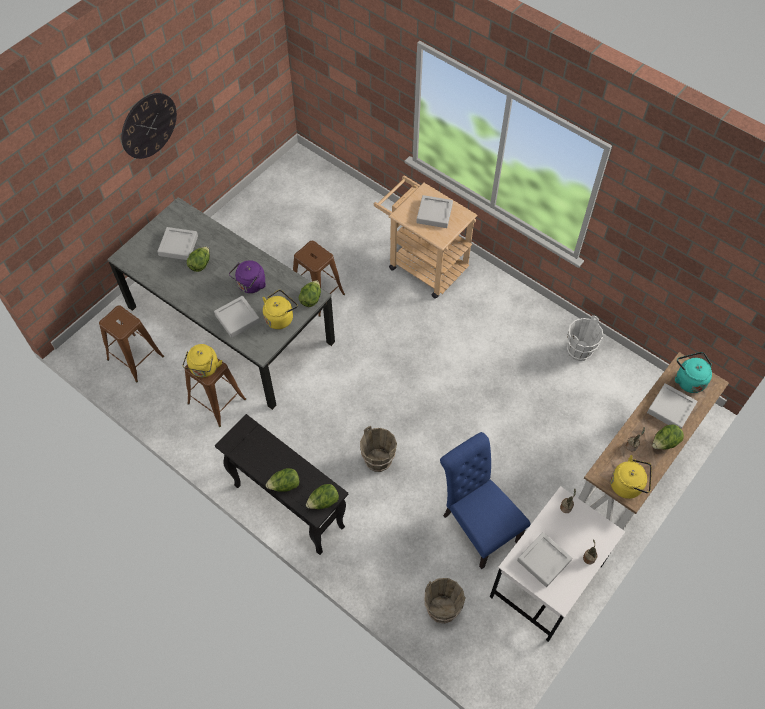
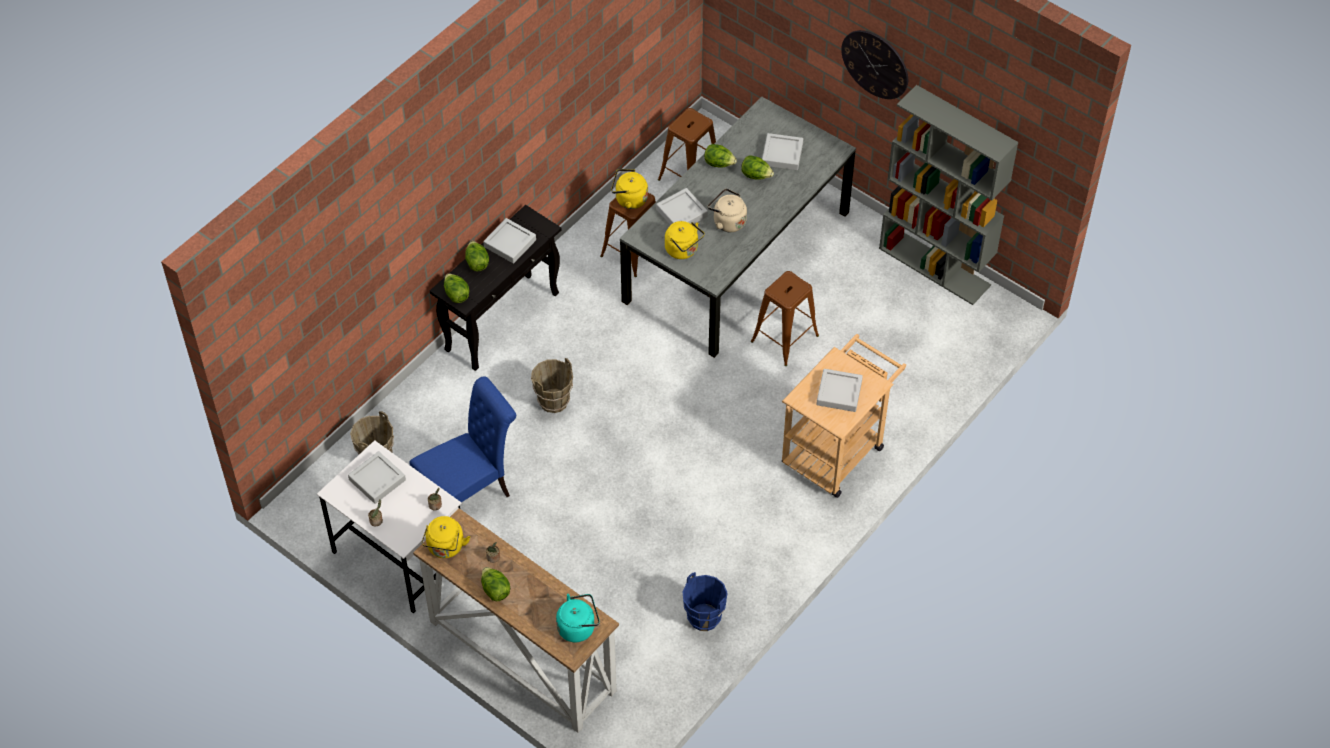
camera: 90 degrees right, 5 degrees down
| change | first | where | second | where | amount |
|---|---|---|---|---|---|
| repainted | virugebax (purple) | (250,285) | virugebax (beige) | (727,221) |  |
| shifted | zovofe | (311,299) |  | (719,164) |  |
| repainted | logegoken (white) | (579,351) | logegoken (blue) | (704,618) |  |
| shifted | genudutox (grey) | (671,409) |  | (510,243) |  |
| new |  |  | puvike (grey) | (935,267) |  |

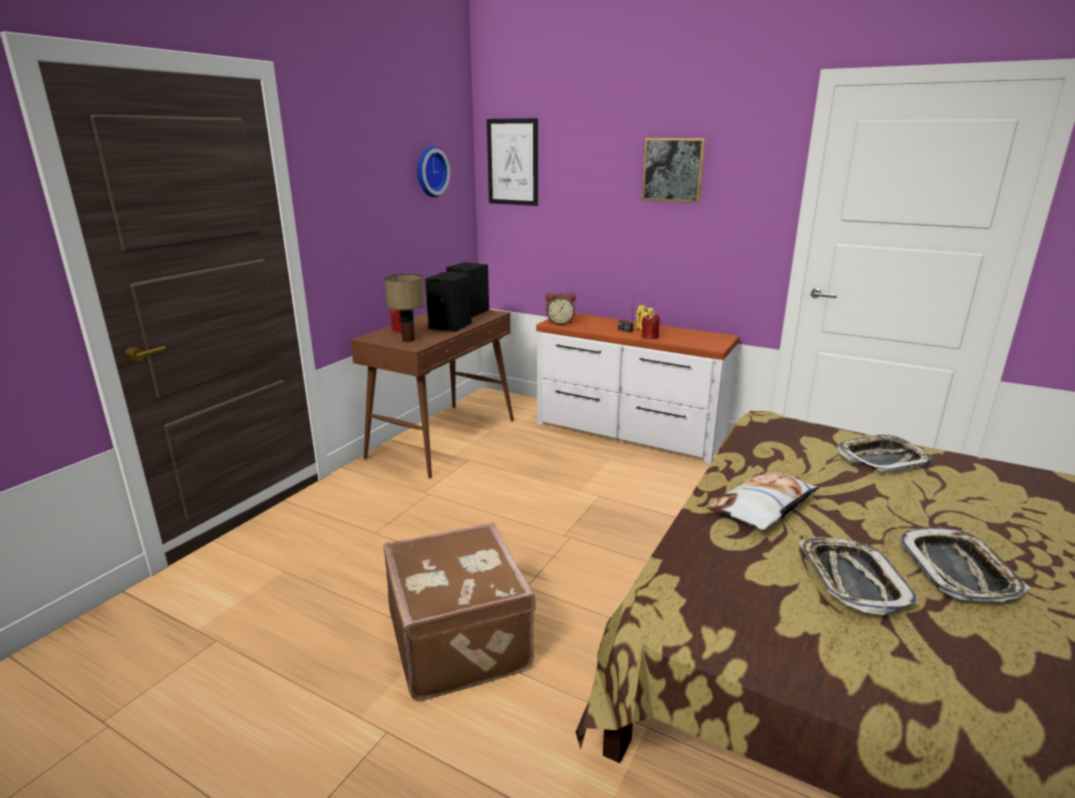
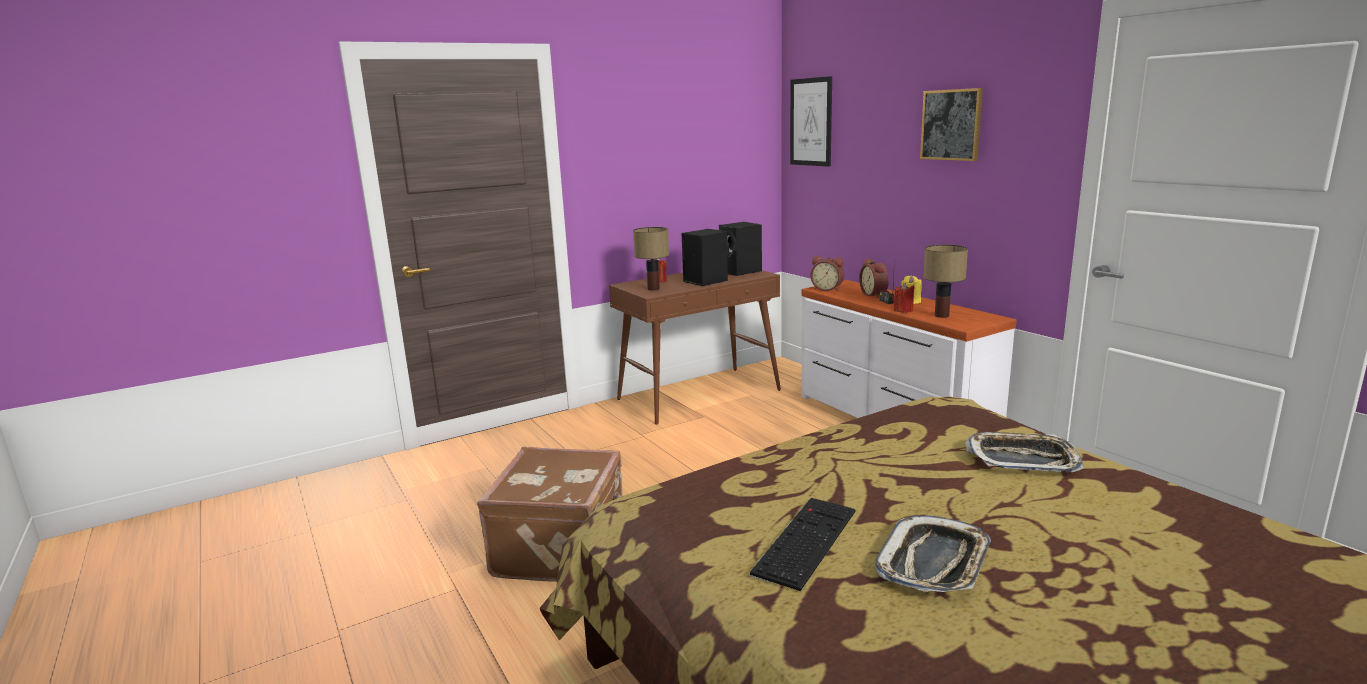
camera: 30 degrees right, 5 degrees down
| change | first | where | second | where | amount |
|---|---|---|---|---|---|
| gone | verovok | (429,171) |  |  |  |
| gone | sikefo | (763,507) |  |  |  |
| swapped | genudutox | (852,580) | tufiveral | (804,540) |  |
| new |  |  | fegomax | (942,316) |  |
| new |  |  | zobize | (875,295) |  |

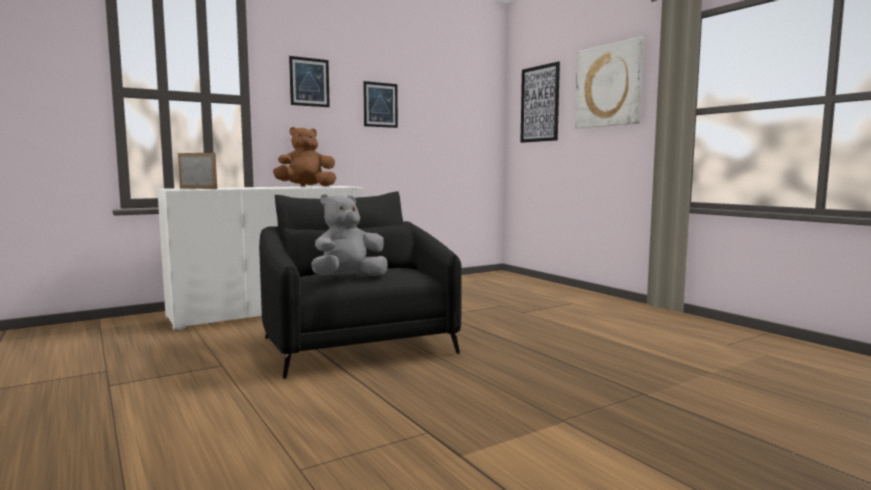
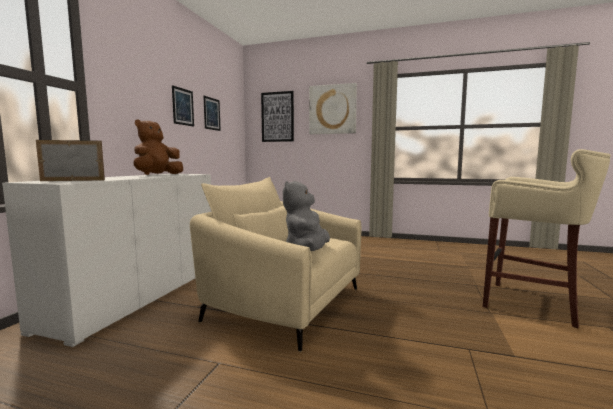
camera: 40 degrees left, 0 degrees up
| change | first | where | second | where | amount |
|---|---|---|---|---|---|
| shifted | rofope | (309,82) |  | (212,114) |  |
| repainted | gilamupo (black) | (358,344) | gilamupo (beige) | (285,303) |  |
| new |  |  | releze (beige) | (533,304) |  |

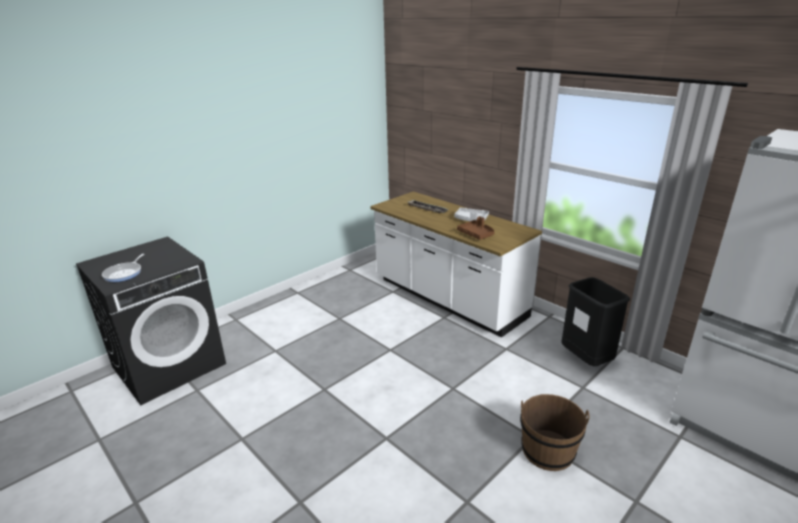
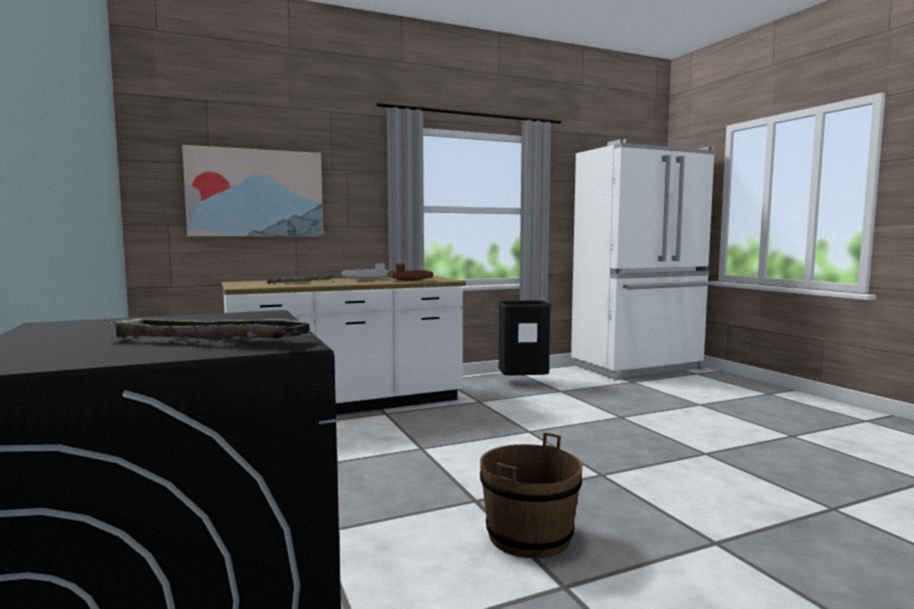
camera: 70 degrees left, 20 degrees down
| change | first | where | second | where | amount |
|---|---|---|---|---|---|
| swapped | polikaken | (124,273) | genudutox | (211,339) |  |
| shifted | logegoken (brown) | (547,450) |  | (529,535) |  |
| new |  |  | rofope | (256,193) |  |

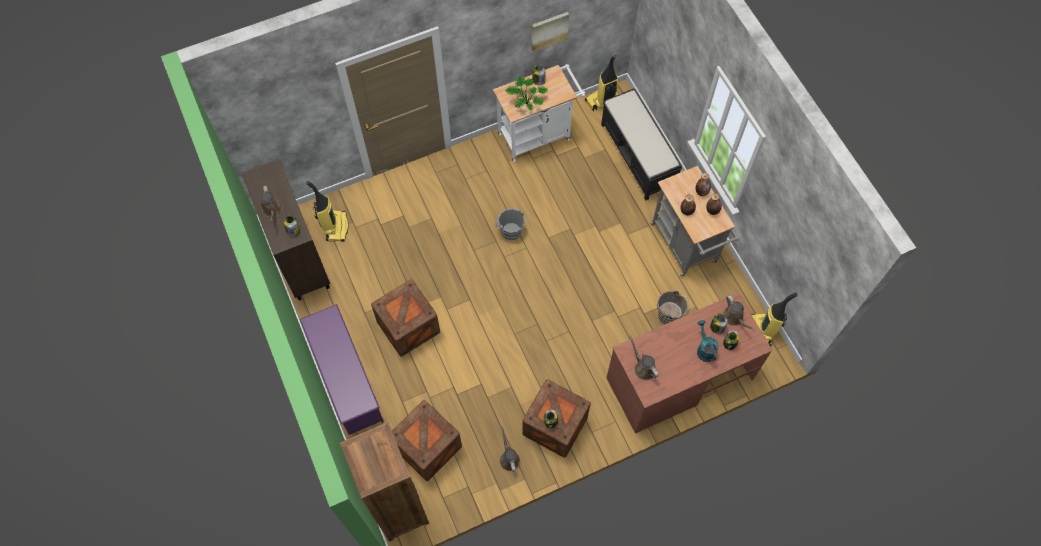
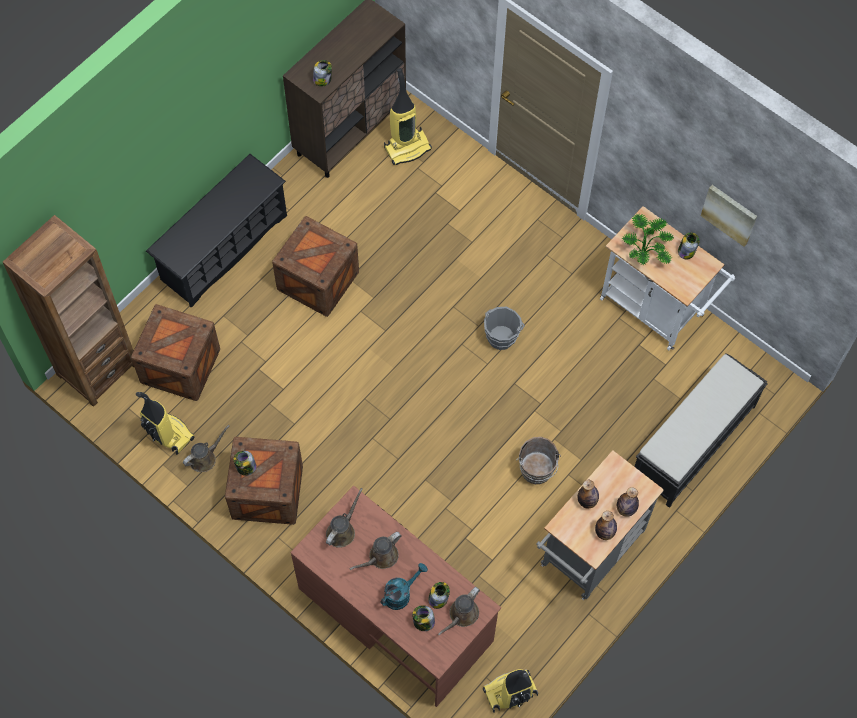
camera: 65 degrees right, 0 degrees up
| change | first | where | second | where | amount |
|---|---|---|---|---|---|
| shifted | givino | (602,100) |  | (168,434) |  |
| shifted | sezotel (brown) | (272,210) |  | (381,557) |  |
| shifted | logegoken (brown) | (671,315) |  | (536,472) |  |
| repainted | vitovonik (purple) | (347,380) | vitovonik (black) | (223,248) |  |

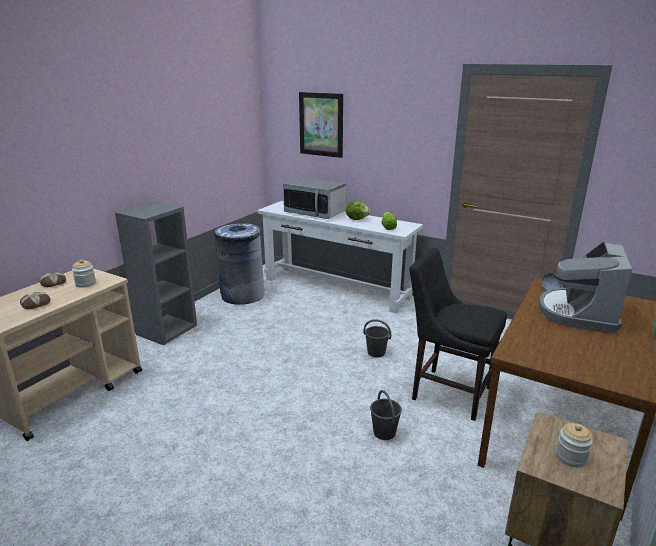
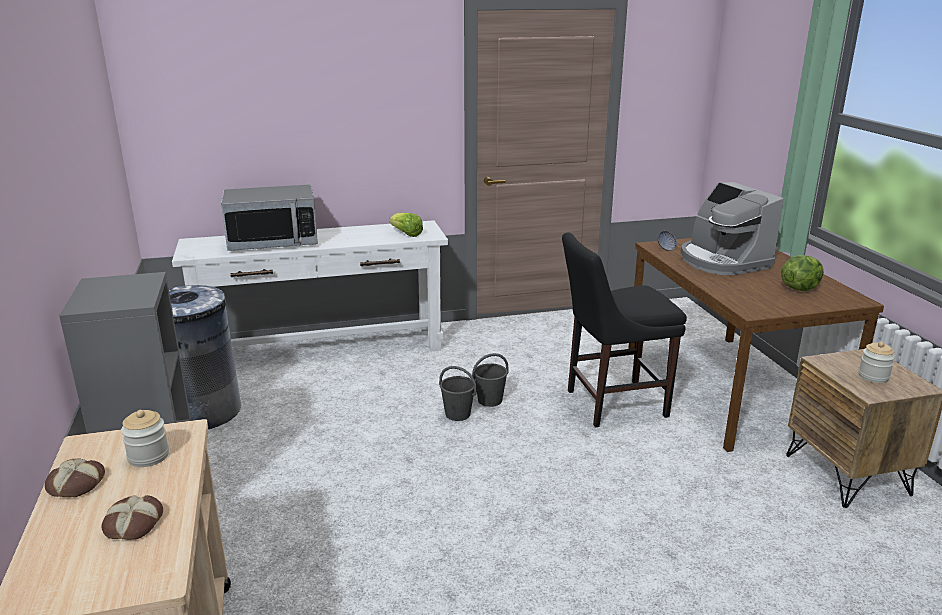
camera: 45 degrees left, 0 degrees up
| change | first | where | second | where | amount |
|---|---|---|---|---|---|
| gone | rofope | (321,124) |  |  |  |
| shifted | zovofe | (357,219) |  | (799,288) |  |
| shifted | logegoken (grey) | (384,432) |  | (457,414) |  |

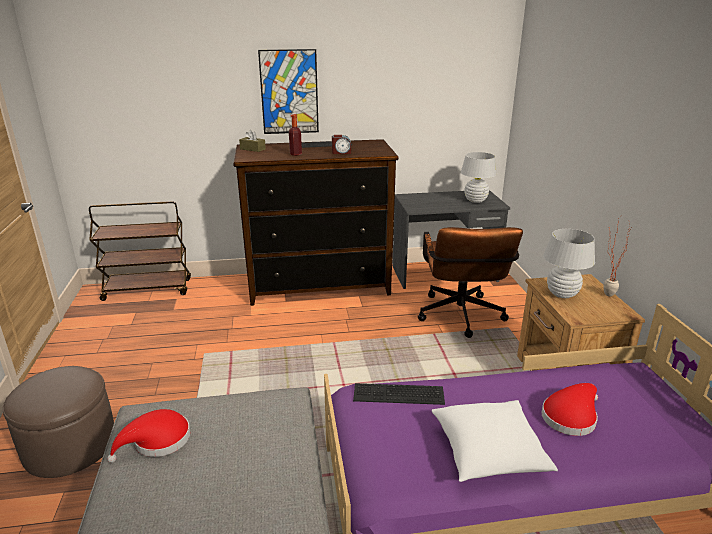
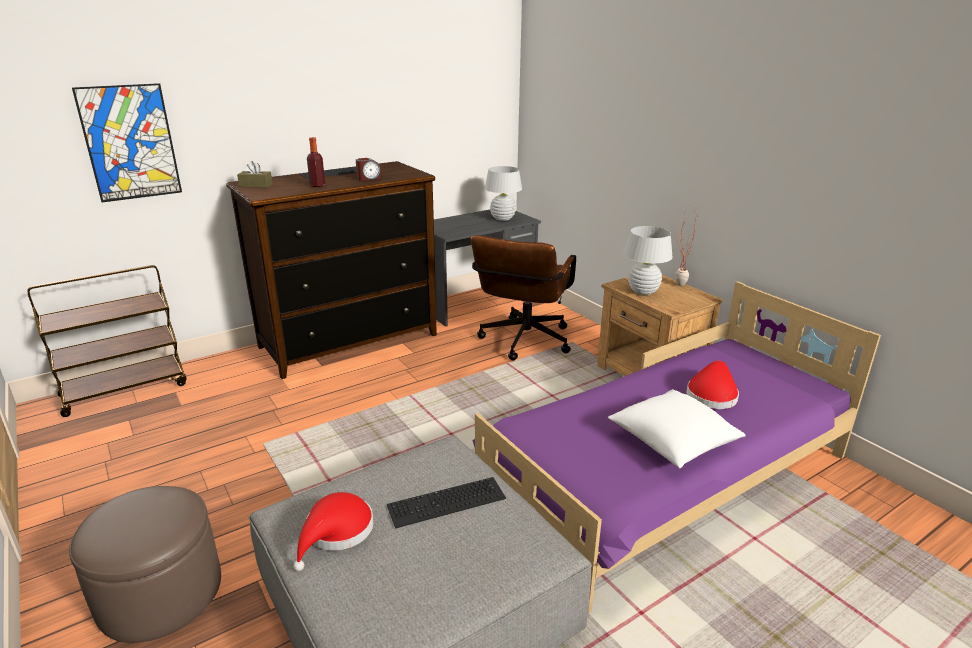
camera: 25 degrees left, 0 degrees up
| change | first | where | second | where | amount |
|---|---|---|---|---|---|
| shifted | rofope | (289,92) |  | (130,143) |  |
| rotated | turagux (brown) | (461,318) |  | (523,343) | 45 degrees clockwise |
| shifted | tufiveral | (397,395) |  | (446,503) |  |

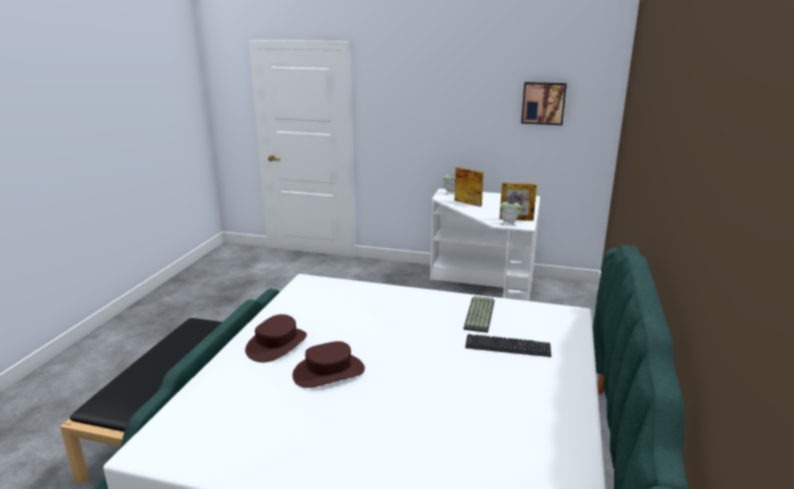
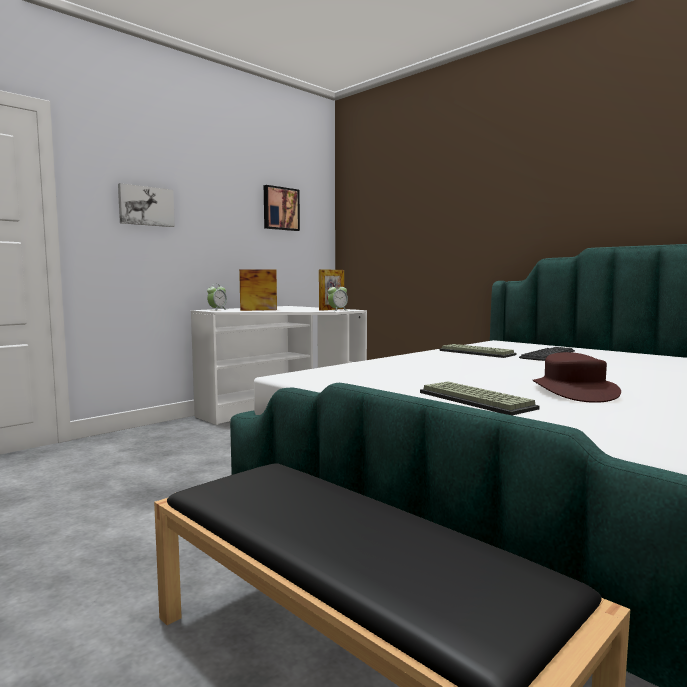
camera: 60 degrees left, 15 degrees down
| change | first | where | second | where | amount |
|---|---|---|---|---|---|
| swapped | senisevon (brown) | (277,344) | tufiveral | (478,400) |  |
| new |  |  | rofope | (146,206) |  |

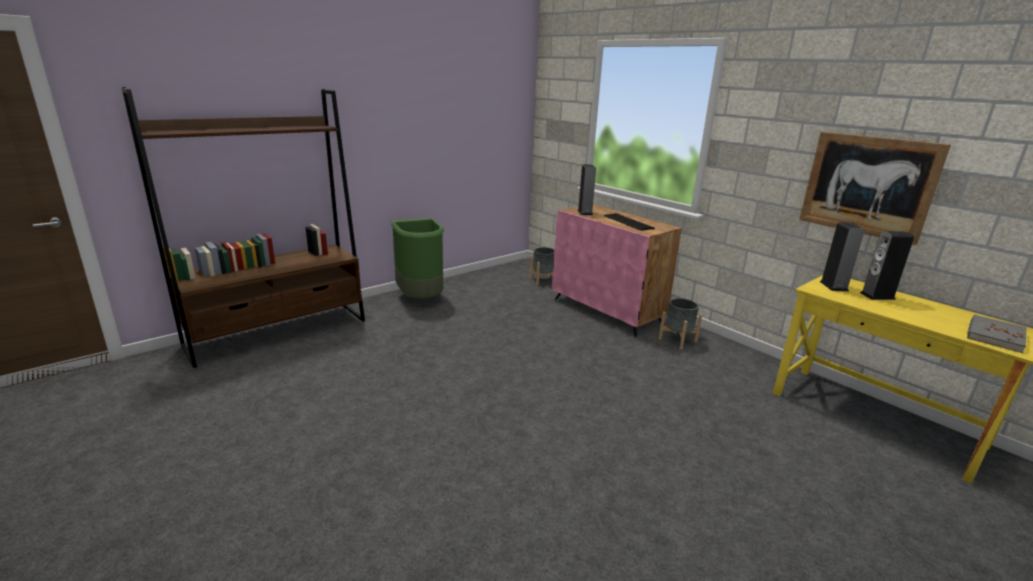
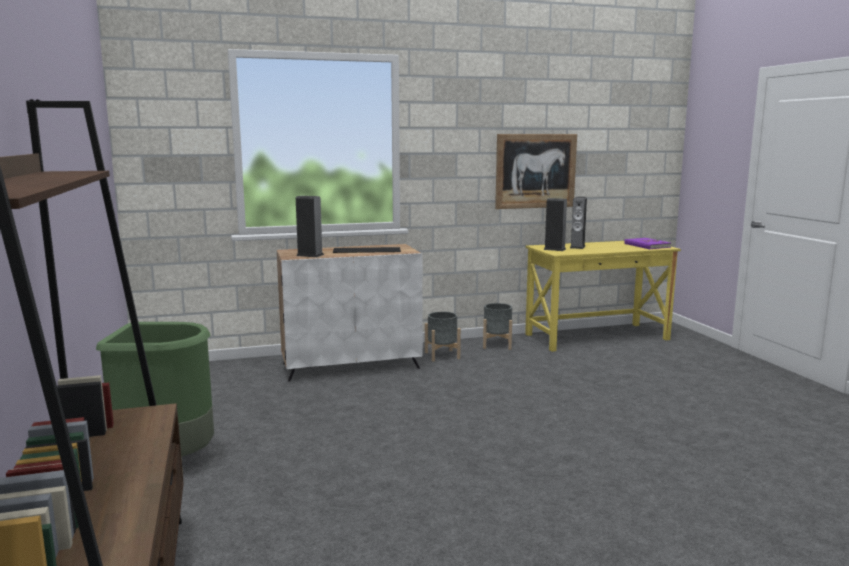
camera: 65 degrees left, 10 degrees down
| change | first | where | second | where | amount |
|---|---|---|---|---|---|
| repainted | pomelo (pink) | (607,311) | pomelo (white) | (351,365) |  |
| shifted | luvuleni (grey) | (543,280) |  | (496,345) |  |
| repainted | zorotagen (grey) | (994,336) | zorotagen (purple) | (647,245) |  |

